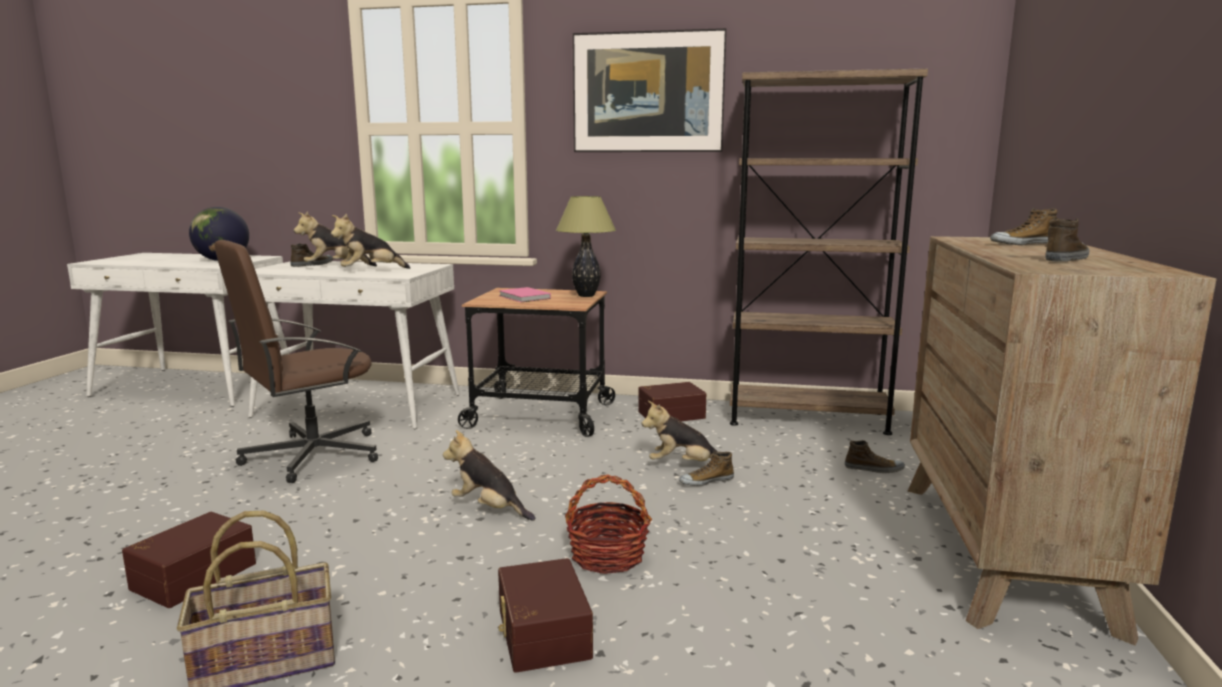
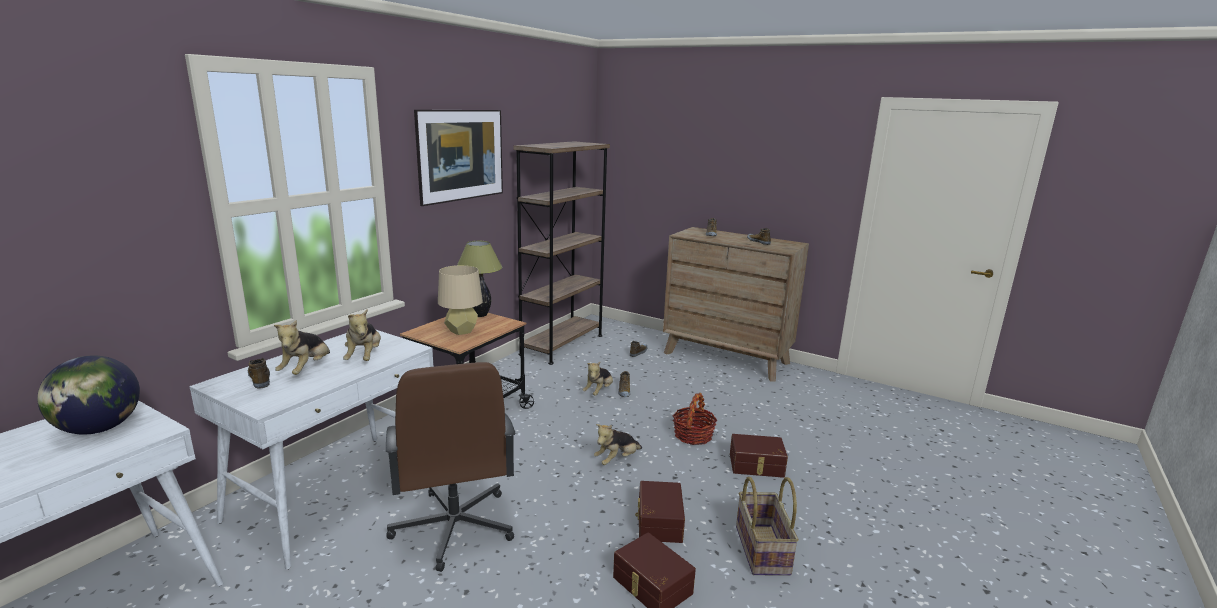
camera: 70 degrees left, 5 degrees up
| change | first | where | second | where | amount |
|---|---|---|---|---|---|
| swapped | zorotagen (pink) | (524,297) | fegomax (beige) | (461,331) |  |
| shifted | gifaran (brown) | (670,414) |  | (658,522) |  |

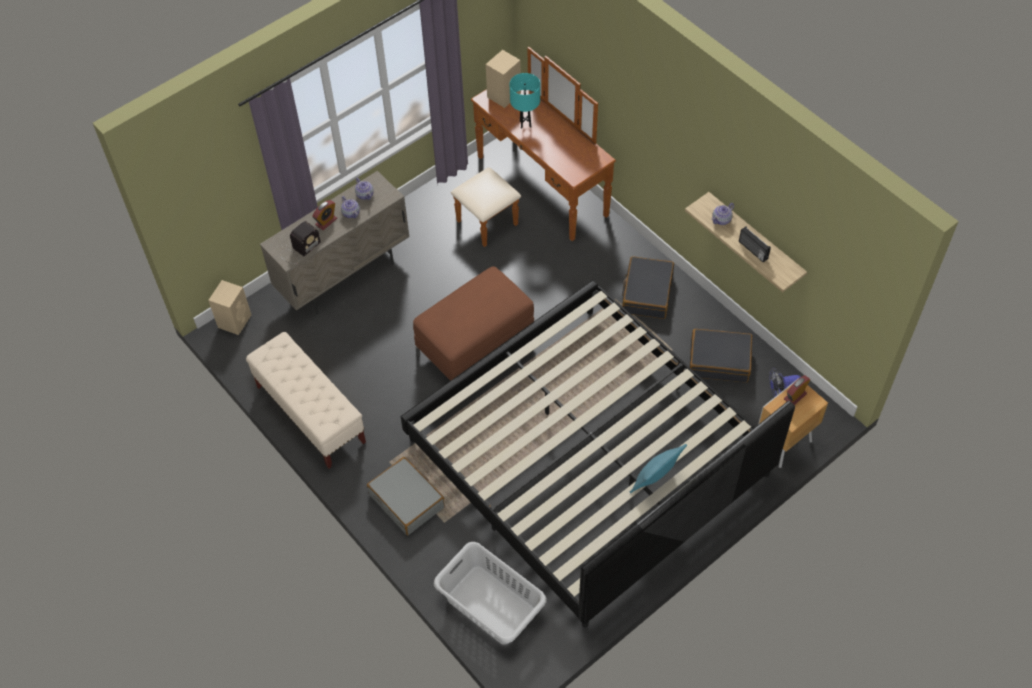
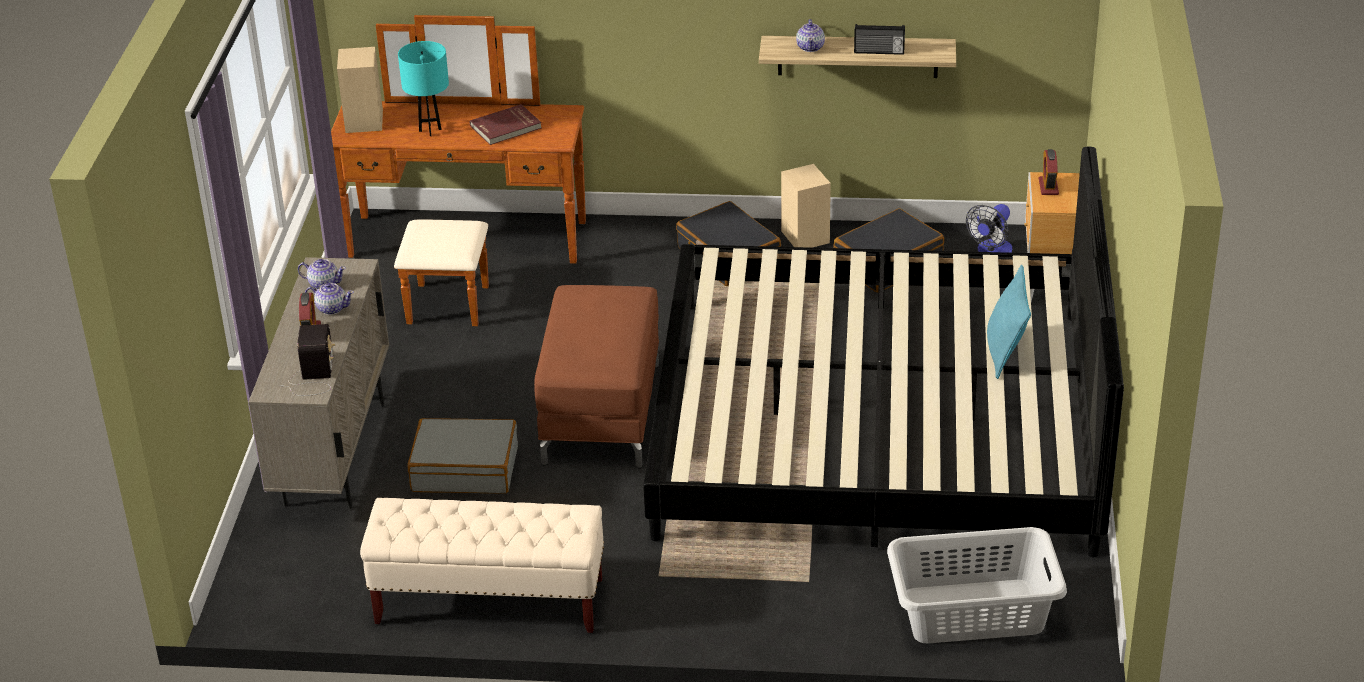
camera: 45 degrees left, 20 degrees down
| change | first | where | second | where | amount |
|---|---|---|---|---|---|
| shifted | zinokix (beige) | (235,320) |  | (804,236) |  |
| shifted | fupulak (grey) | (407,501) |  | (465,469) |  |
| new |  |  | zorotagen (red) | (506,127) |  |

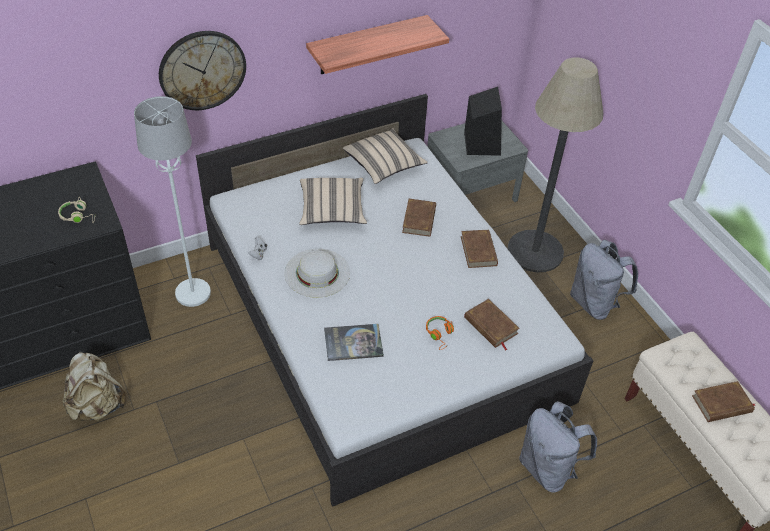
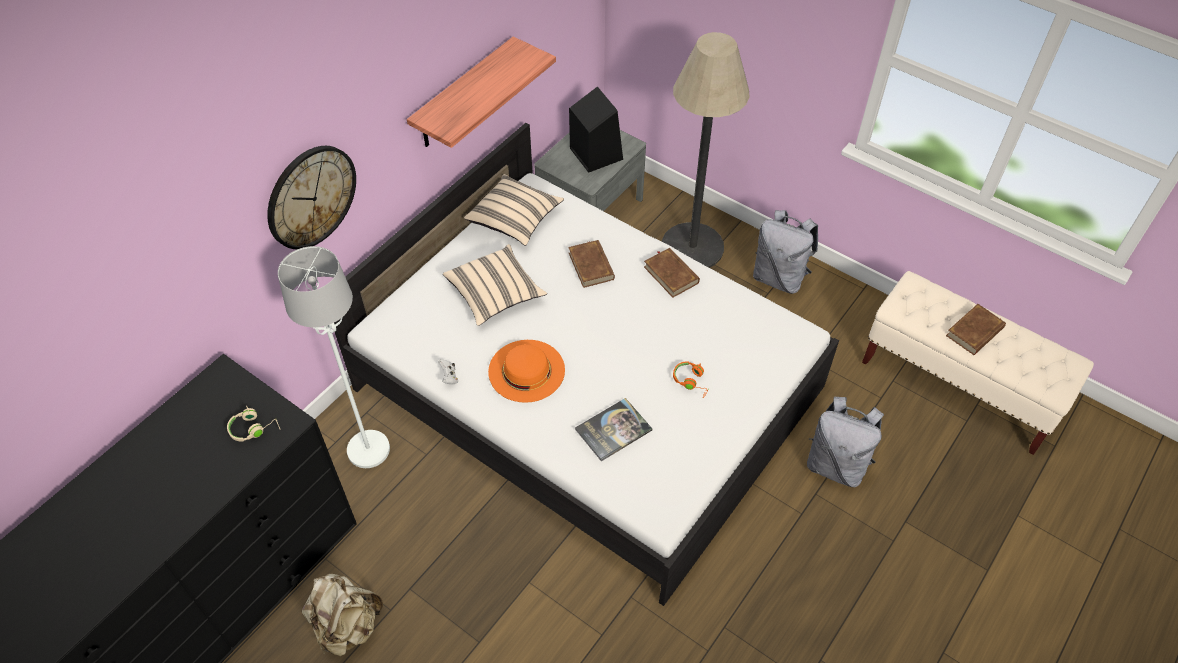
camera: 25 degrees left, 5 degrees up
| change | first | where | second | where | amount |
|---|---|---|---|---|---|
| repainted | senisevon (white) | (317,272) | senisevon (orange) | (526,370) |  |
| gone | zorotagen (brown) | (490,326) |  |  |  |

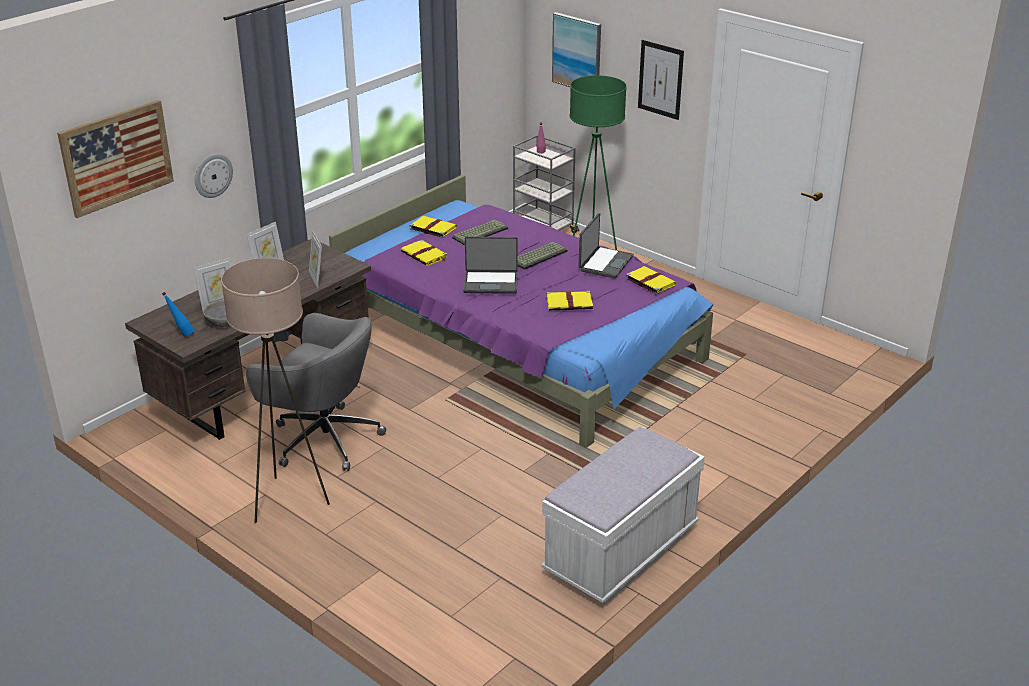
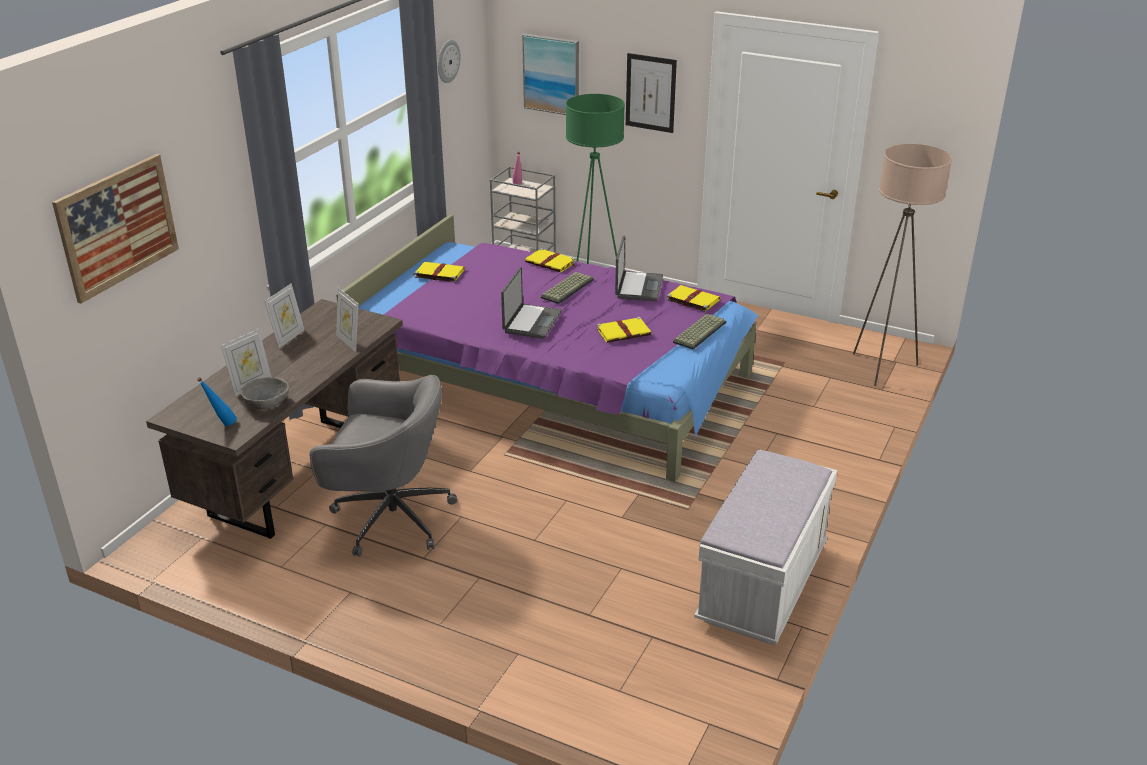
camera: 15 degrees left, 0 degrees up
| change | first | where | second | where | amount |
|---|---|---|---|---|---|
| shifted | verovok | (212,175) |  | (447,61) |  |
| shifted | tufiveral | (480,232) |  | (699,332) |  |
| rotated | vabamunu | (491,283) |  | (531,322) | 60 degrees counterclockwise |
| shifted | zorotagen (yellow) | (424,255) |  | (551,263) |  |
| shifted | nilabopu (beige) | (287,501) |  | (882,368) |  |

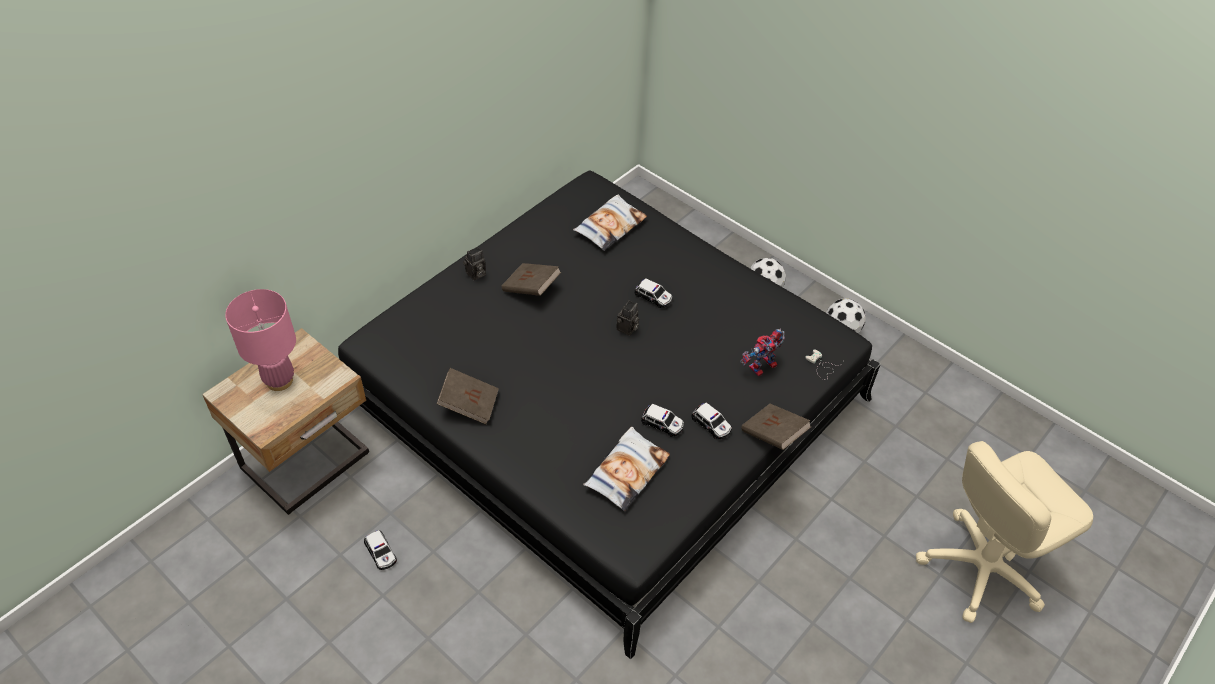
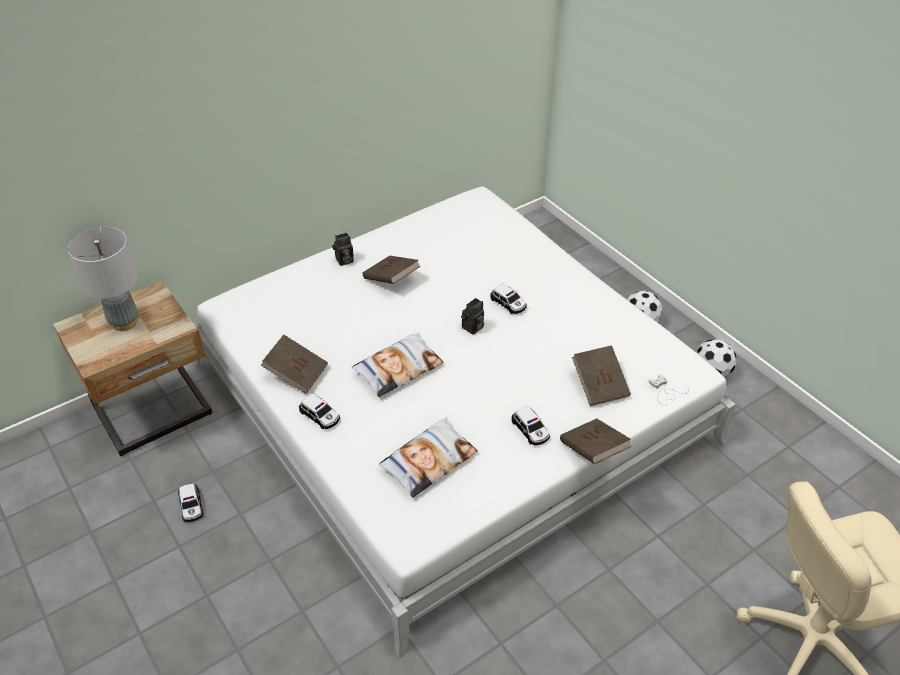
camera: 15 degrees right, 5 degrees down
| change | first | where | second | where | amount |
|---|---|---|---|---|---|
| repainted | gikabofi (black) | (604,401) | gikabofi (white) | (449,402) |  |
| shifted | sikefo | (610,226) |  | (398,368) |  |
| repainted | fegomax (pink) | (279,381) | fegomax (grey) | (124,322) |  |
| swapped | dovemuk | (762,369) | zorotagen (brown) | (599,385) |  |
| shifted | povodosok | (662,423) |  | (320,415) |  |

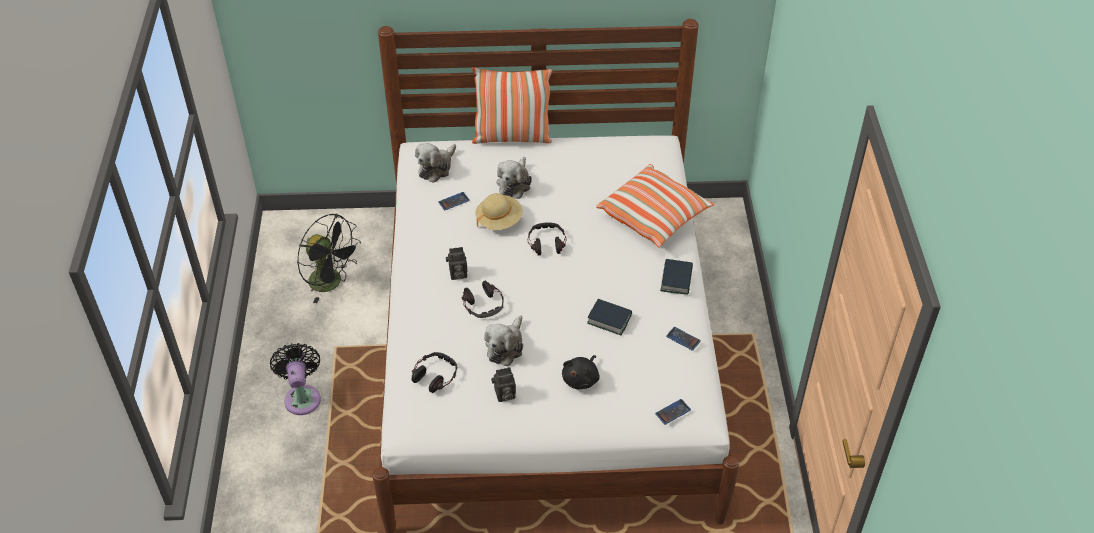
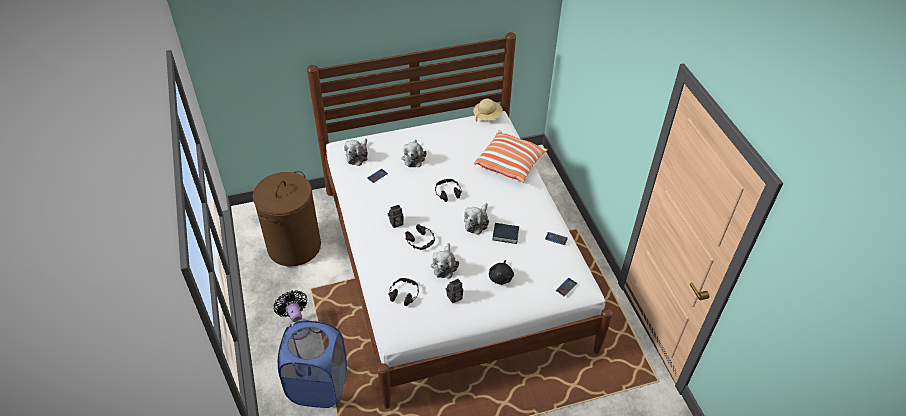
camera: 15 degrees left, 0 degrees up
| change | first | where | second | where | amount |
|---|---|---|---|---|---|
| gone | sikefo | (512,137) |  |  |  |
| shifted | senisevon (beige) | (499,220) |  | (487,116) |  |
| swapped | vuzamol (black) | (332,283) | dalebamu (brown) | (294,246) |  |
| gone | zorotagen | (676,280) |  |  |  |
| new |  |  | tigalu | (477,222) |  |
| new |  |  | dalebamu (blue) | (318,386) |  |

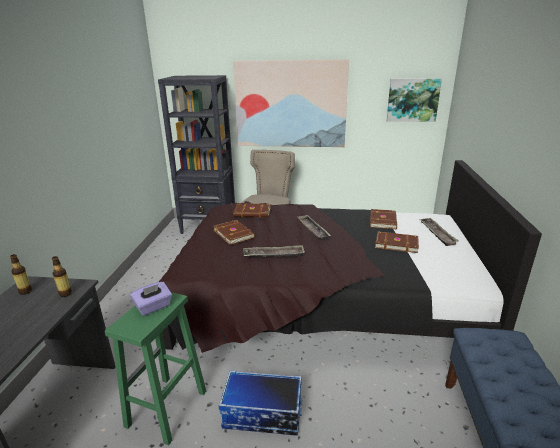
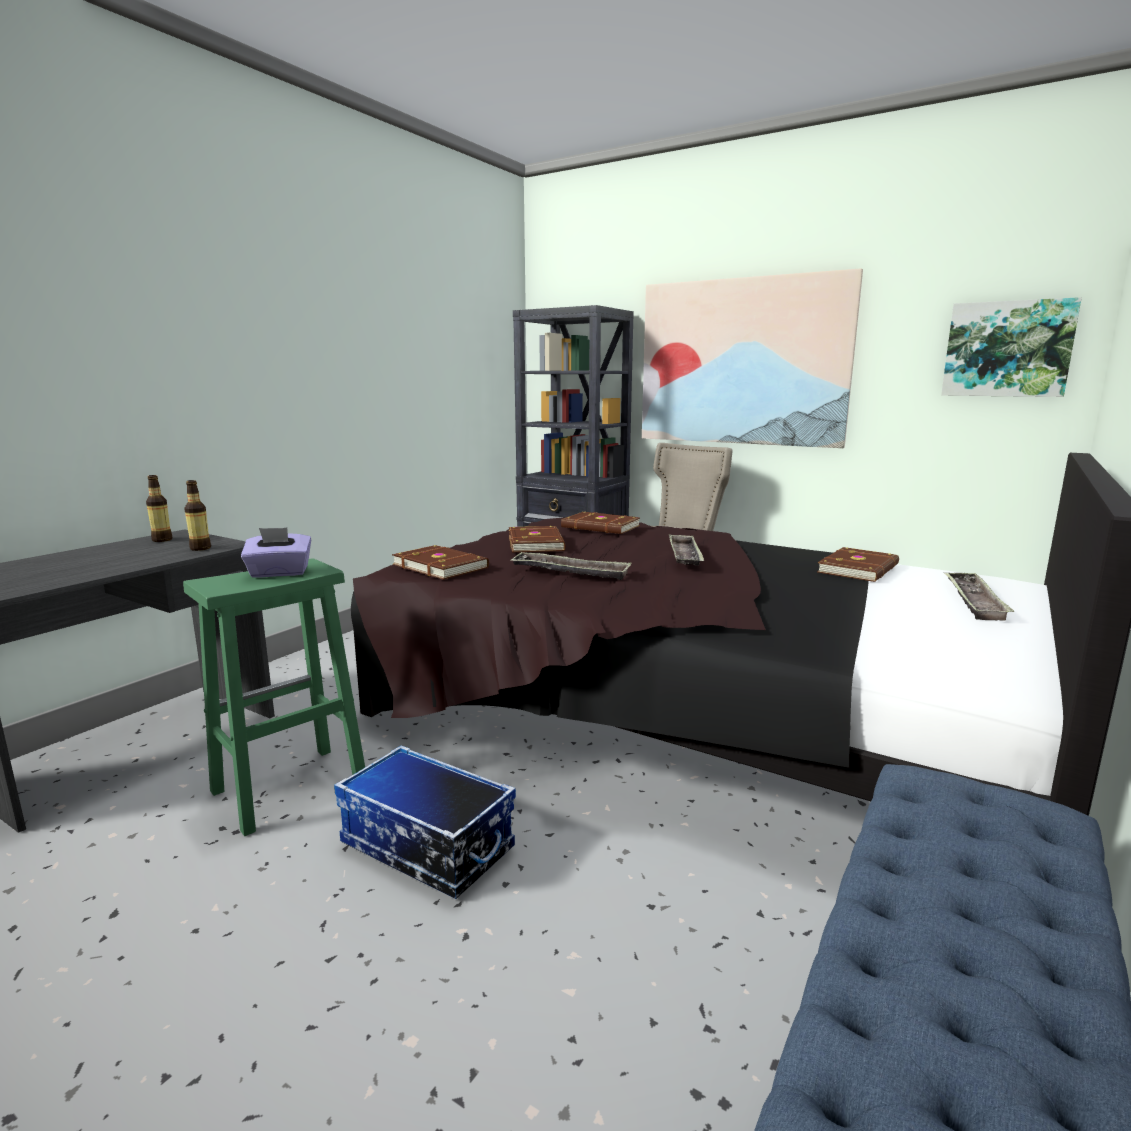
camera: 25 degrees right, 10 degrees down
| change | first | where | second | where | amount |
|---|---|---|---|---|---|
| shifted | zorotagen (brown) | (396,243) |  | (441,566) |  |

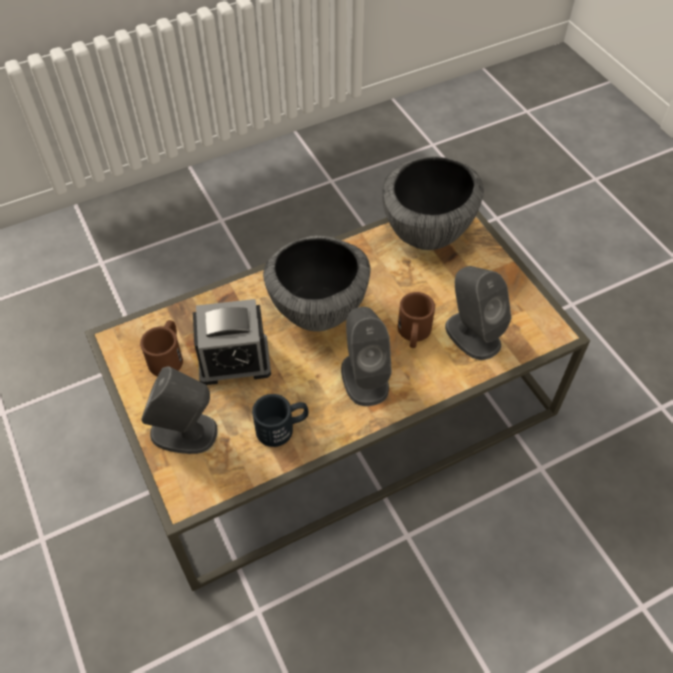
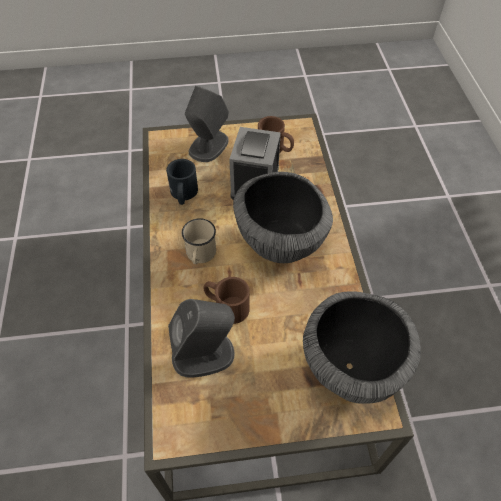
camera: 110 degrees right, 0 degrees up
| change | first | where | second | where | amount |
|---|---|---|---|---|---|
| swapped | zinokix (grey) | (364,377) | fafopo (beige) | (200,255) |  |

